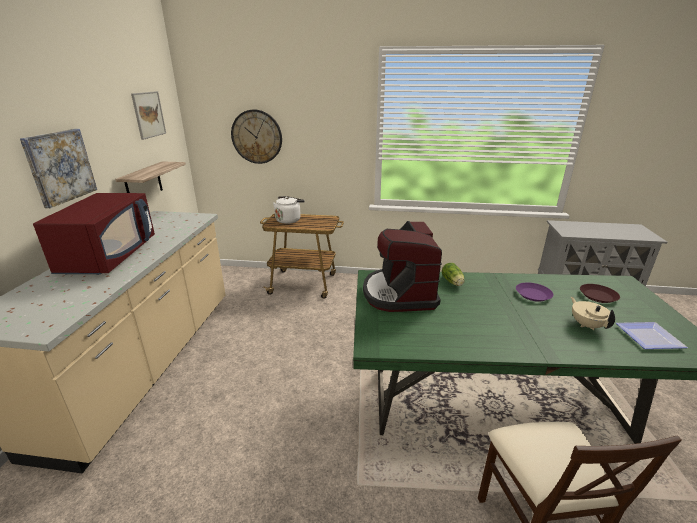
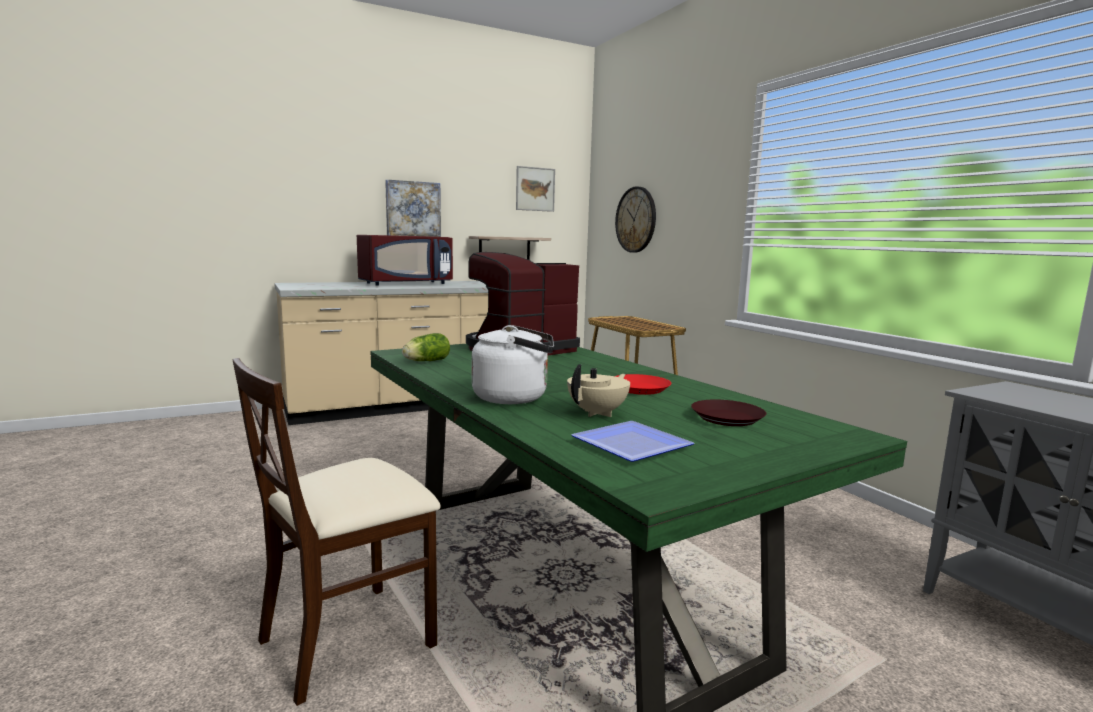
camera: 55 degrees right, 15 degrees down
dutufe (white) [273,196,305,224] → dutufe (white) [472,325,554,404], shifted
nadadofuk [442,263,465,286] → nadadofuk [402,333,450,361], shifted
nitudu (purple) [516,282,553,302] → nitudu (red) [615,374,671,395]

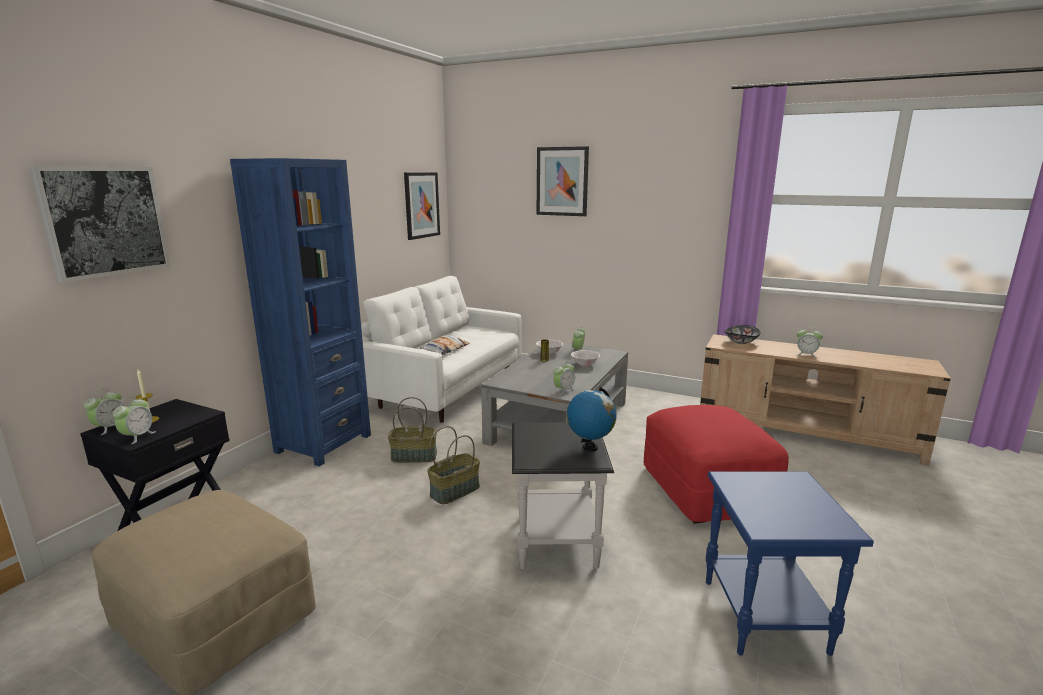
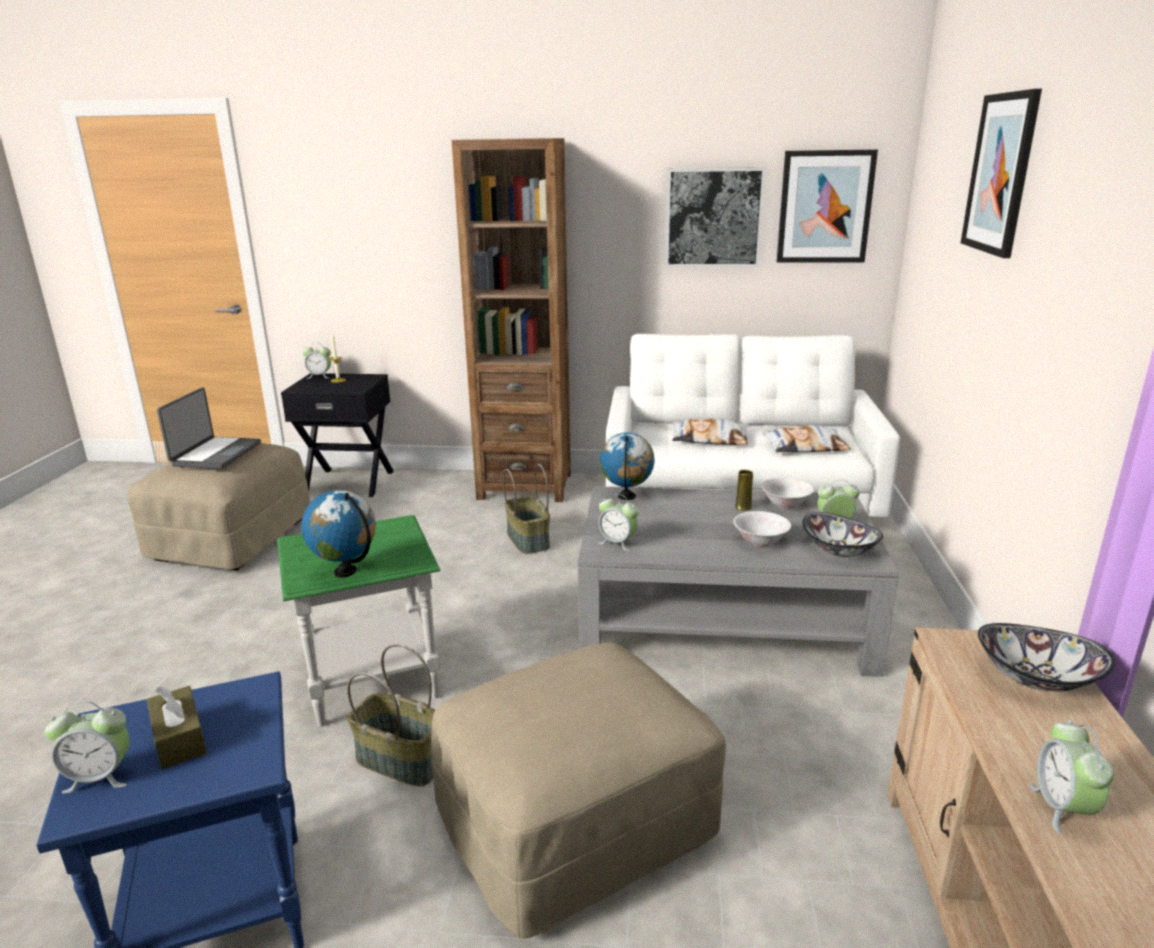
camera: 70 degrees right, 5 degrees up
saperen [29,166,171,282] → saperen [665,167,766,267], shifted
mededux [113,397,156,444] → mededux [45,701,130,793], shifted
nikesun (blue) [230,158,371,466] → nikesun (brown) [452,138,571,502]
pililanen [427,426,480,504] → pililanen [347,644,435,786], shifted
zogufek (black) [512,422,614,569] → zogufek (green) [277,515,441,727]
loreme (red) [644,405,789,524] → loreme (beige) [431,642,726,939]
- → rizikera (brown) [147,686,207,769]
- → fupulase [157,387,261,469]
- → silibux [600,433,655,500]
- → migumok [762,425,851,452]
- → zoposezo [802,512,883,557]

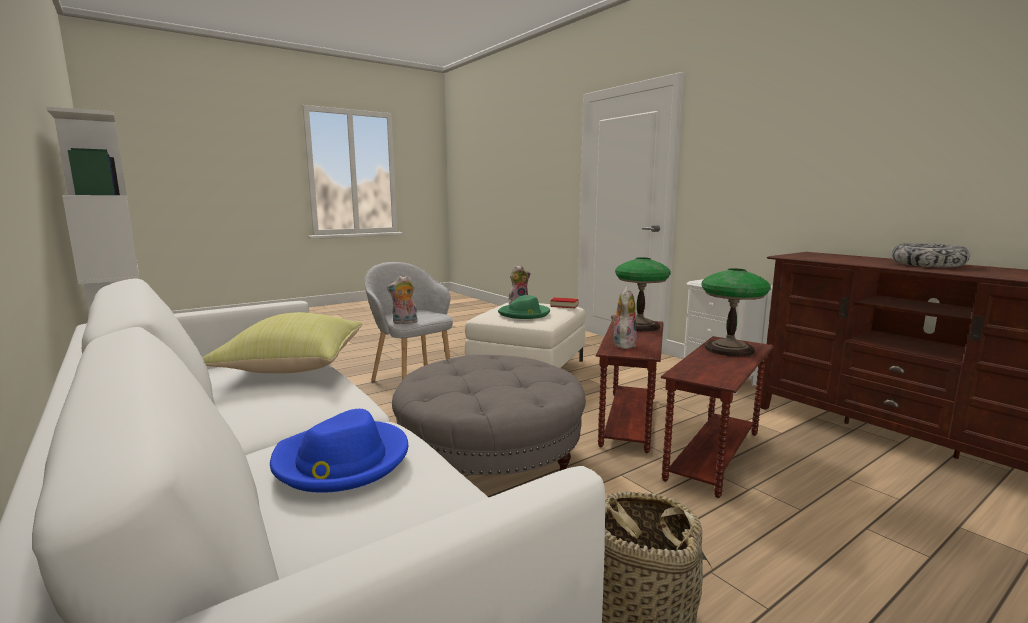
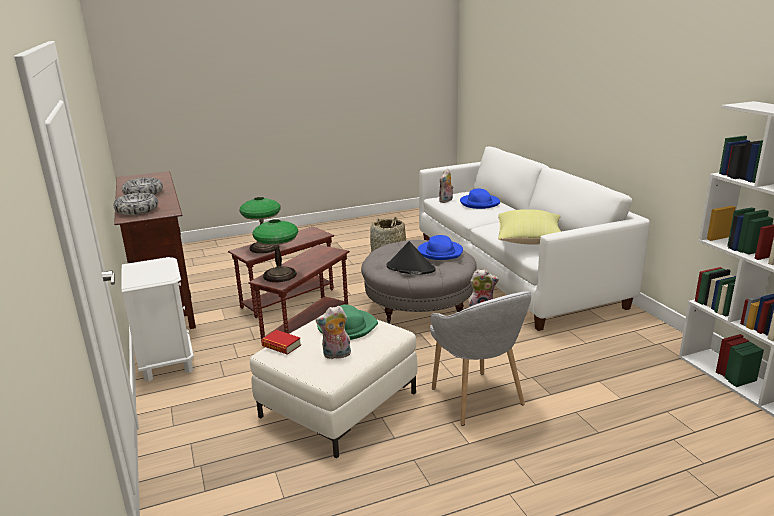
camera: 165 degrees left, 10 degrees up
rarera [611,287,637,349] → rarera [439,169,453,203], shifted
- → zoposezo [114,193,158,215]
- → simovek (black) [387,241,436,274]
- → simovek (blue) [418,235,463,260]

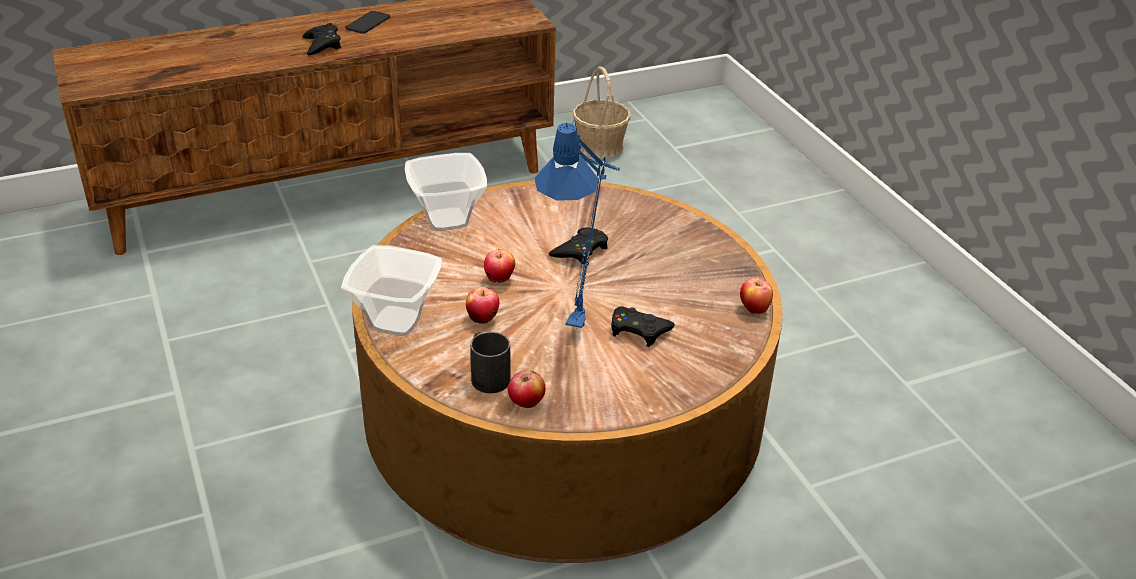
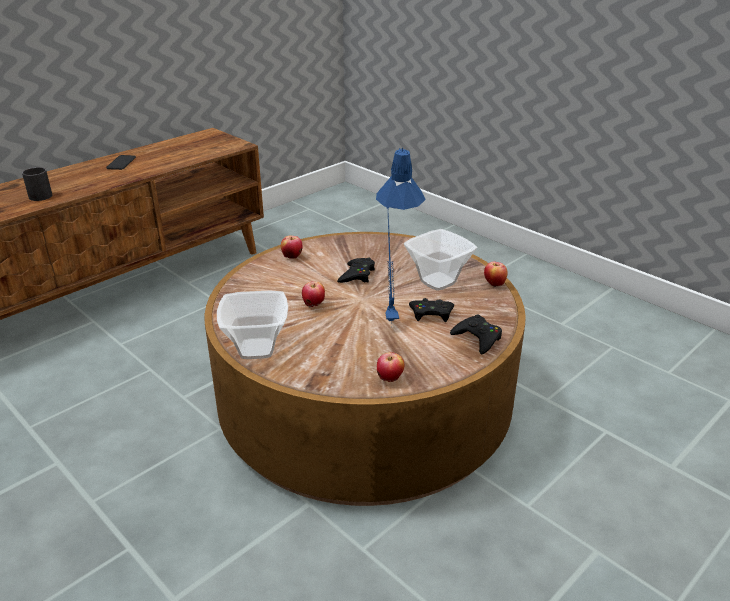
camera: 20 degrees left, 5 degrees down
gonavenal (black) [303,23,341,55] → gonavenal (black) [450,314,502,354], shifted
zoposezo [405,153,487,231] → zoposezo [404,229,477,291], shifted
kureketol [466,287,499,324] → kureketol [281,236,303,259], shifted
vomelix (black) [470,332,510,393] → vomelix (black) [22,167,52,201], shifted
pililanen [572,66,631,158] → -

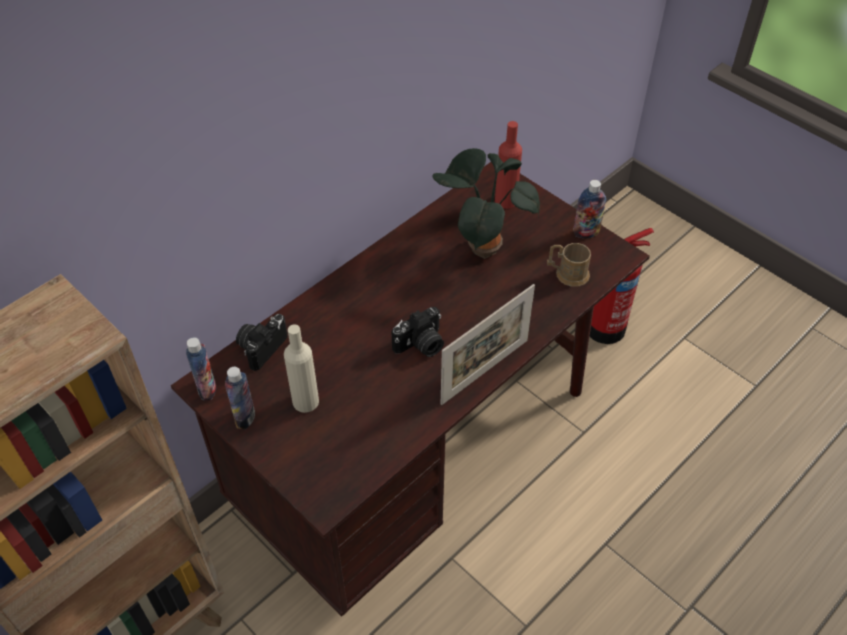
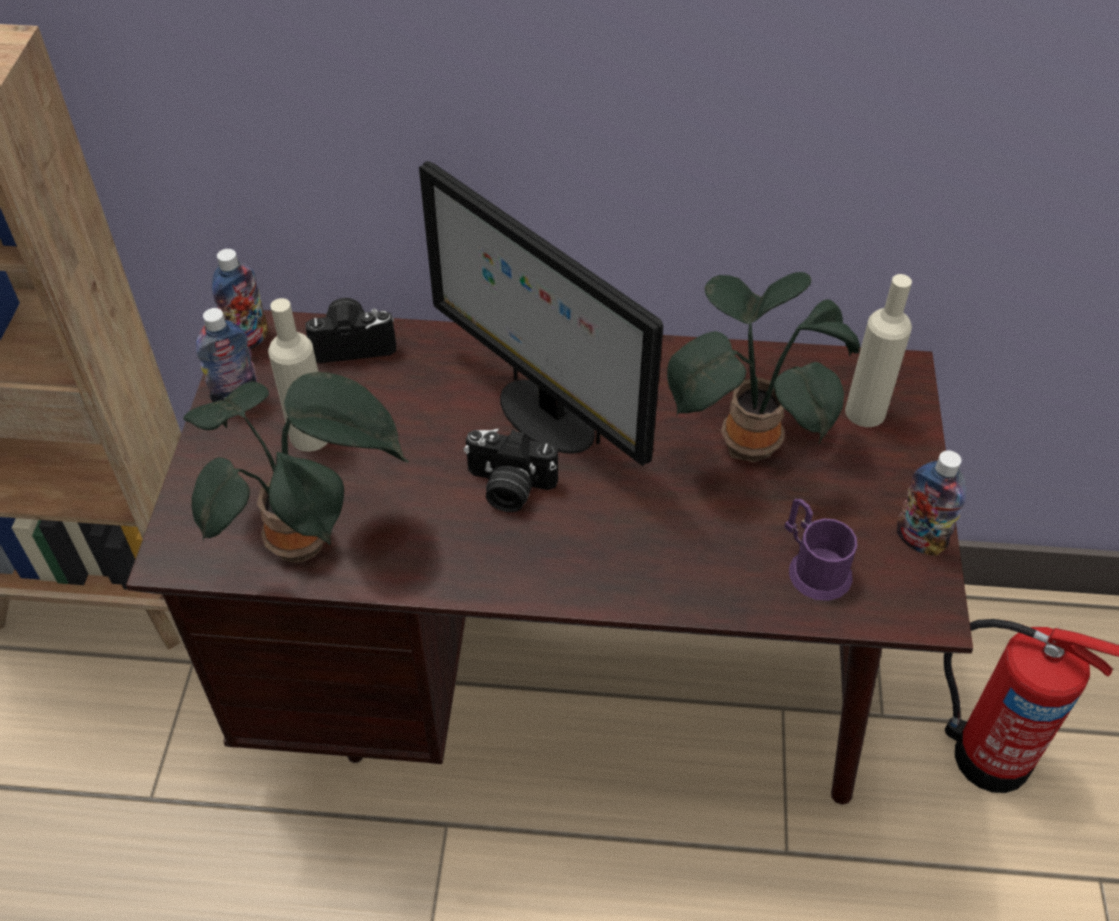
camera: 50 degrees right, 0 degrees up
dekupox [441,284,535,405] → -
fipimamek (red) [495,121,522,209] → fipimamek (beige) [845,274,912,427]
vomelix (brown) [547,243,591,287] → vomelix (purple) [784,499,857,601]
- → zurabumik [184,372,409,563]
- → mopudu [419,161,663,466]

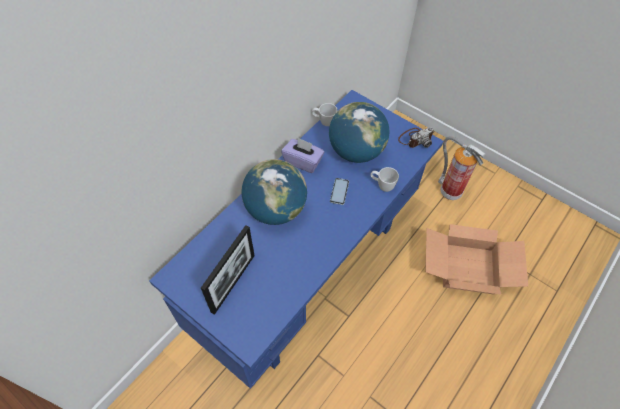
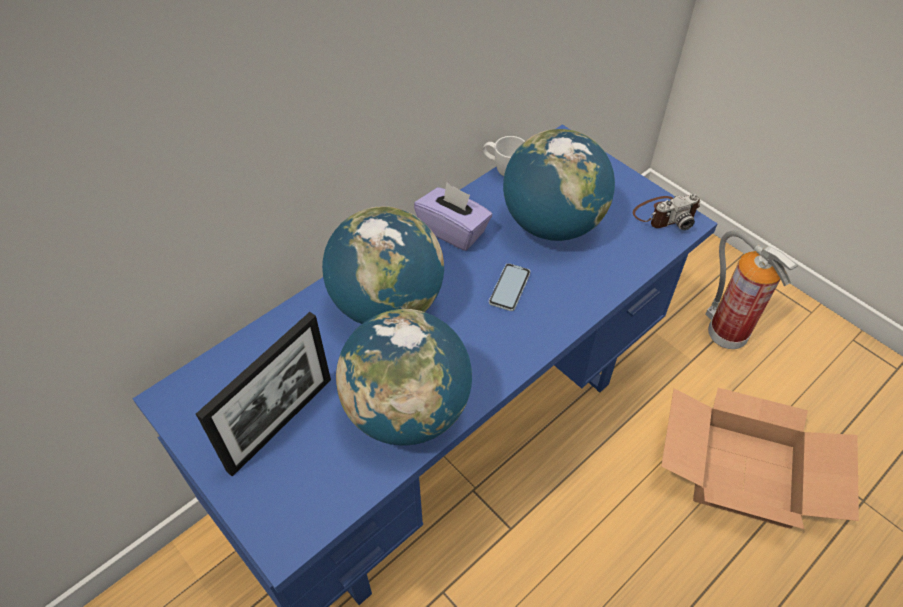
camera: 10 degrees right, 5 degrees down
vomelix (white) [371,167,399,192] → -
- → silibux [336,309,472,446]

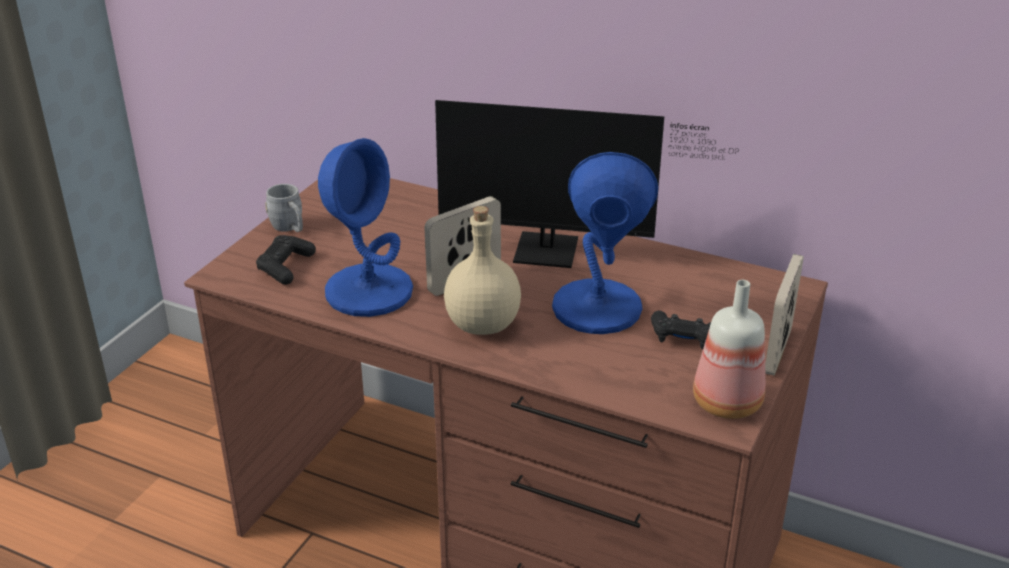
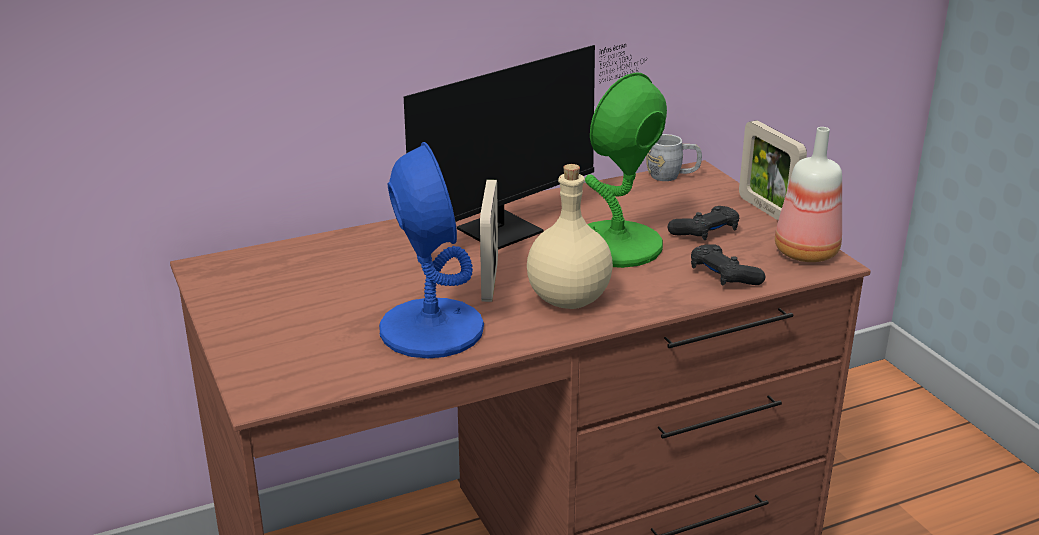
camera: 50 degrees left, 5 degrees down
gonavenal (black) [256,235,316,285] → gonavenal (black) [691,244,765,285], shifted
vomelix (grey) [265,184,303,232] → vomelix (grey) [646,134,702,181], shifted
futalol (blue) [552,152,658,334] → futalol (green) [585,72,667,268]

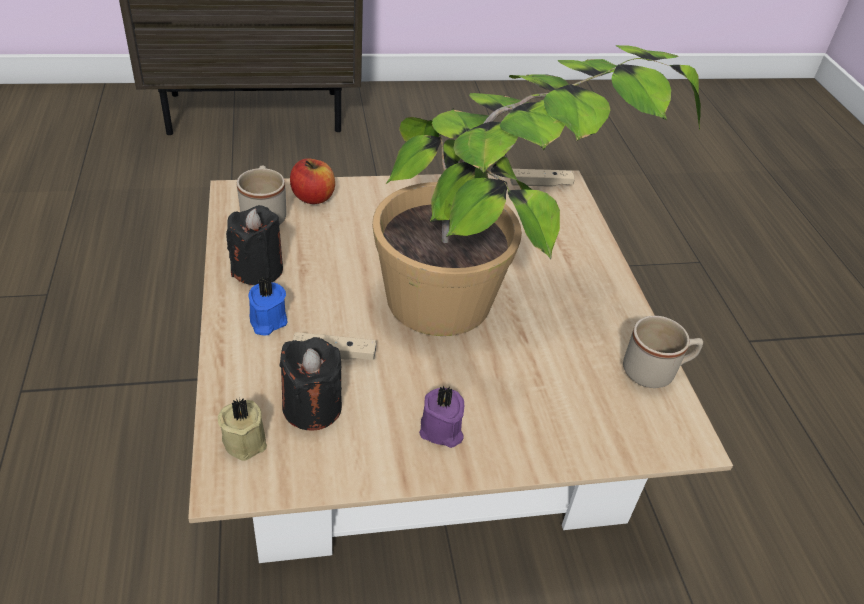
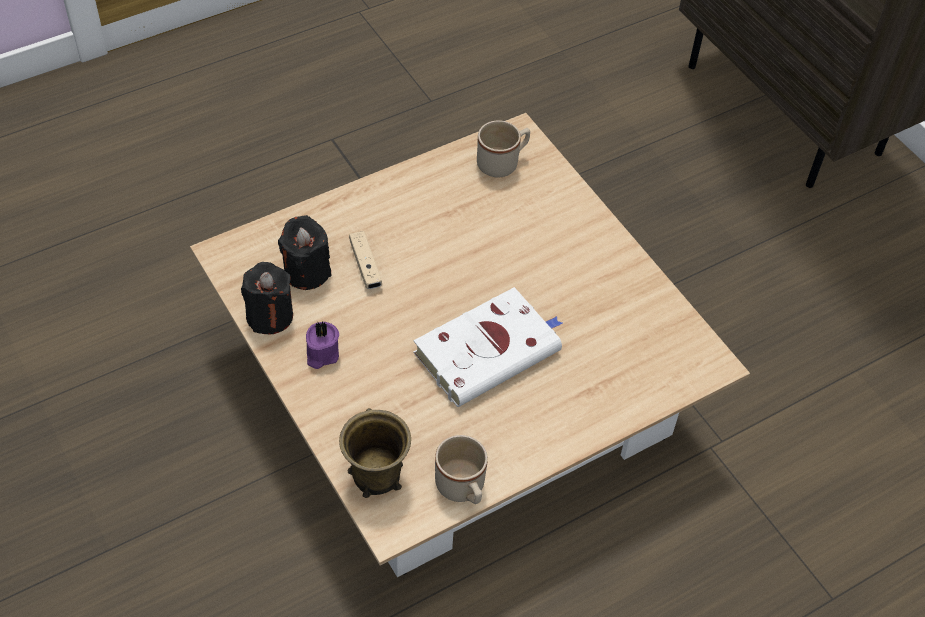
camera: 70 degrees right, 10 degrees up
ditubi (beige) [218,398,267,461] → -
ditubi (black) [226,205,283,285] → ditubi (black) [241,262,293,335], shifted
ditubi (blue) [249,277,287,336] → -
kureketol [290,158,335,204] → -
zurabumik [372,45,701,336] → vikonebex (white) [413,287,562,407]
gonavenal (beige) [510,169,575,187] → -
- → vomelix (brown) [339,408,411,498]

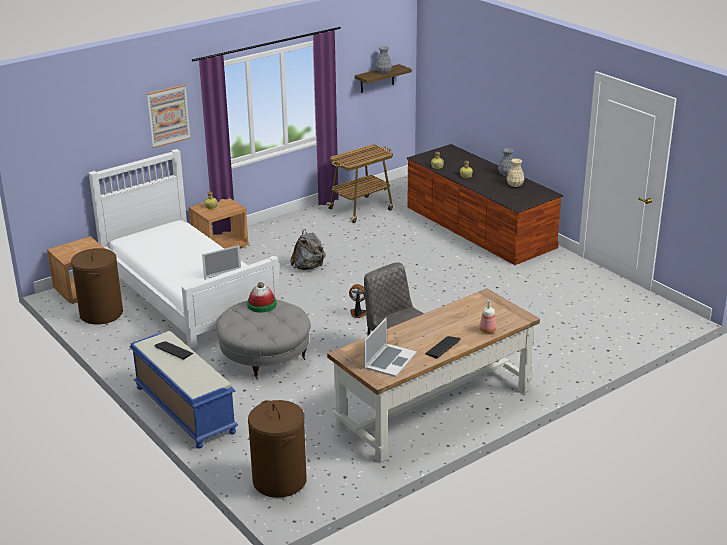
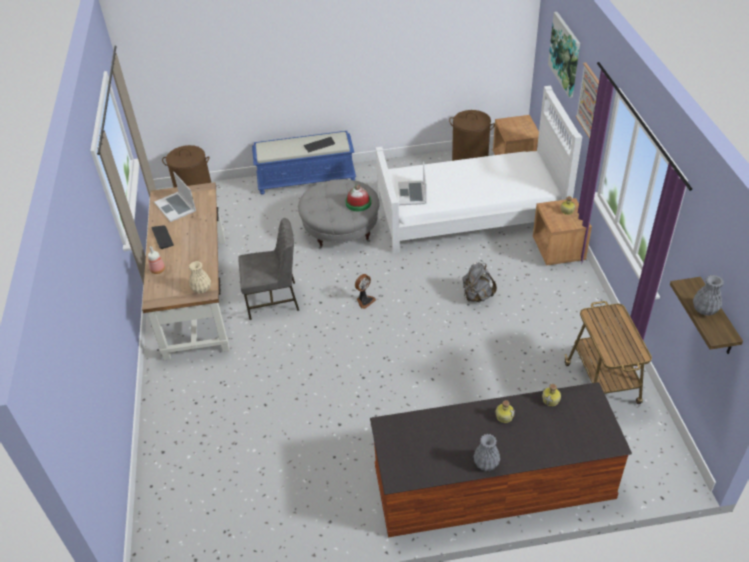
camera: 120 degrees right, 15 degrees up
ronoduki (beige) [506,159,524,187] → ronoduki (beige) [189,261,211,294], shifted
- → saperen [548,12,580,98]

